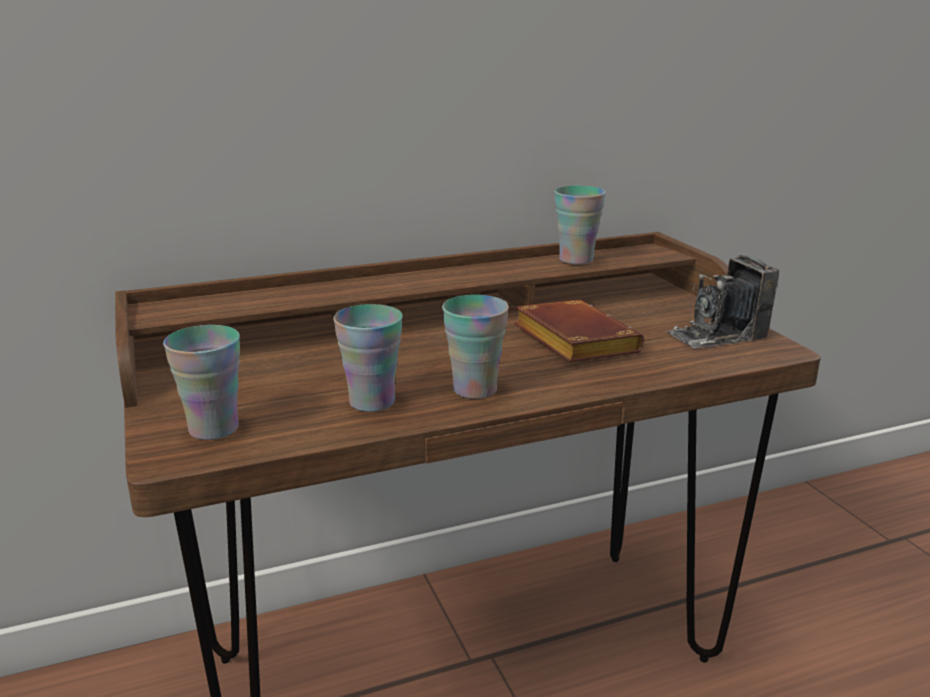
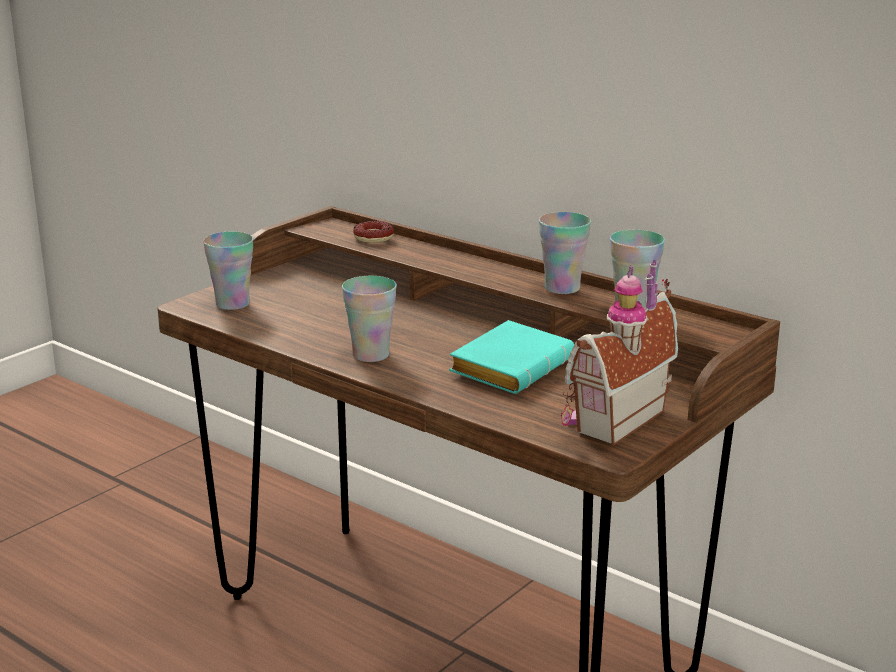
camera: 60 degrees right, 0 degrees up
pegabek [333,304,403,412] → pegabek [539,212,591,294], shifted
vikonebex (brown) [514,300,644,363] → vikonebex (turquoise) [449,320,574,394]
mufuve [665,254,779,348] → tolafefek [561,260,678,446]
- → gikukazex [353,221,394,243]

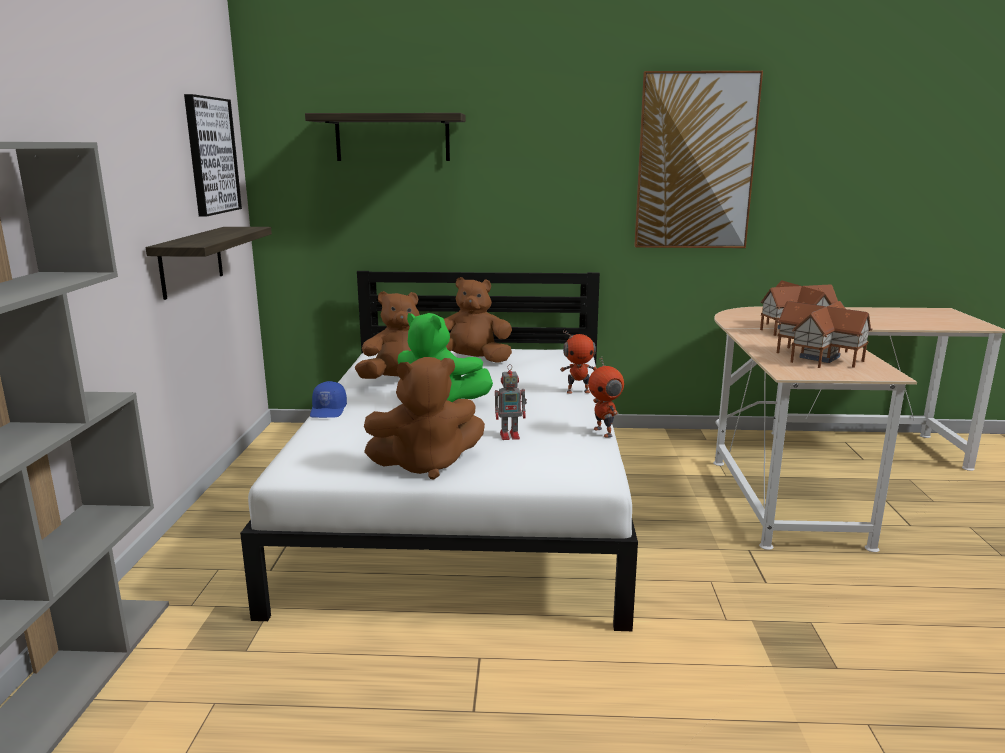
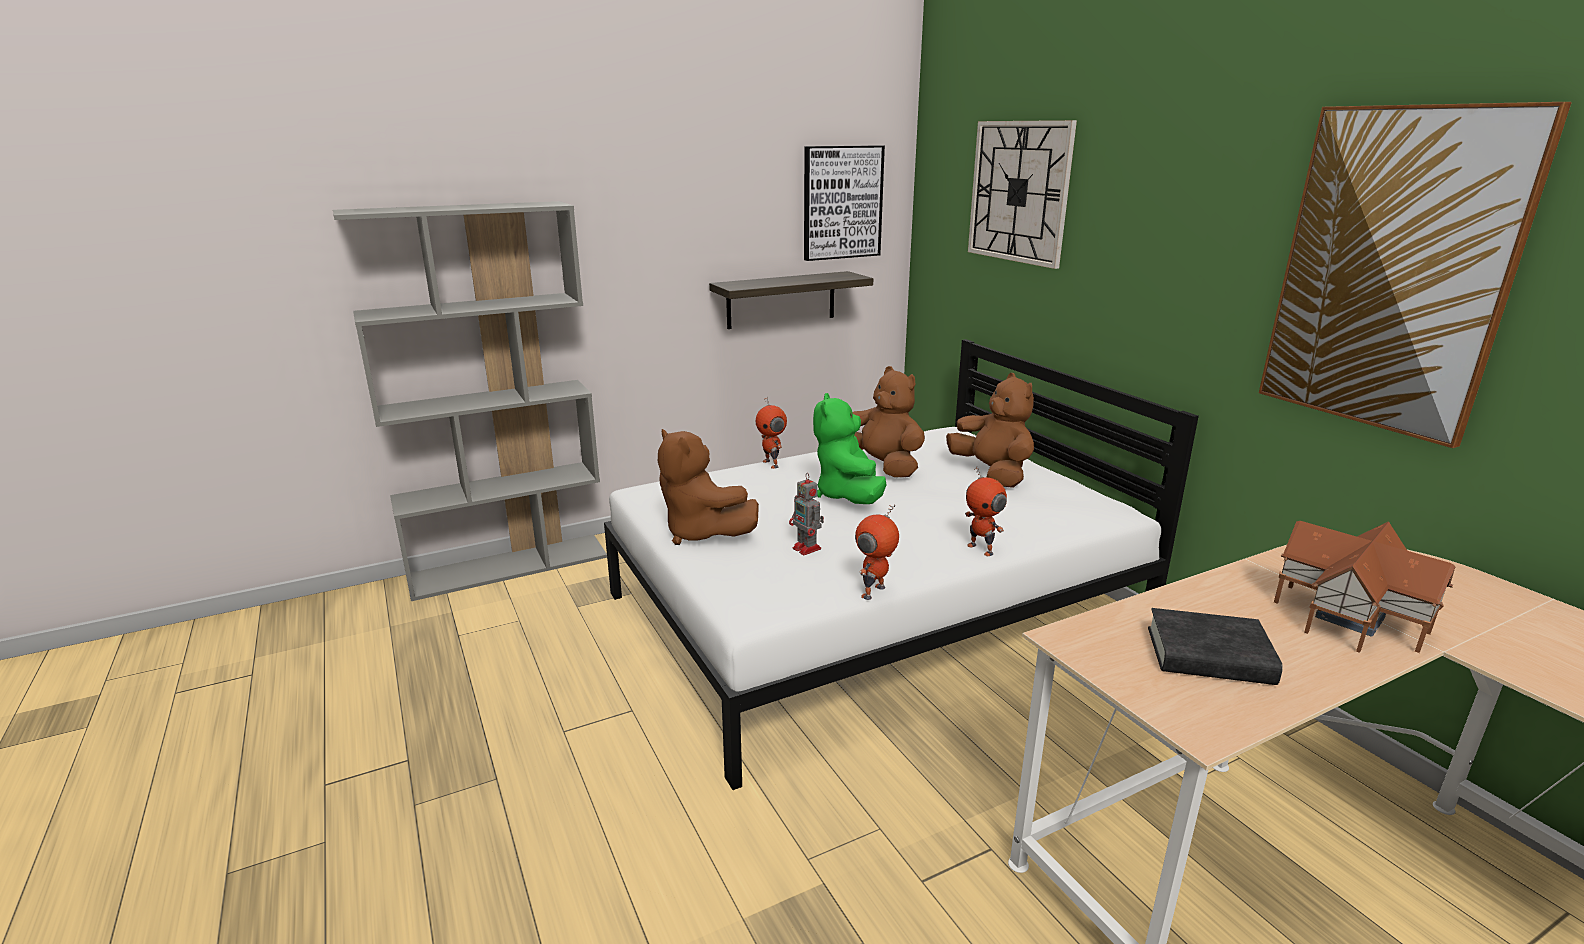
camera: 60 degrees right, 5 degrees up
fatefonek [305,113,466,161] → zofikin [968,120,1077,269]
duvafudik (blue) [310,381,347,418] → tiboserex [756,397,787,469]
tolafefek [777,301,872,368] → vikonebex (black) [1148,608,1283,685]

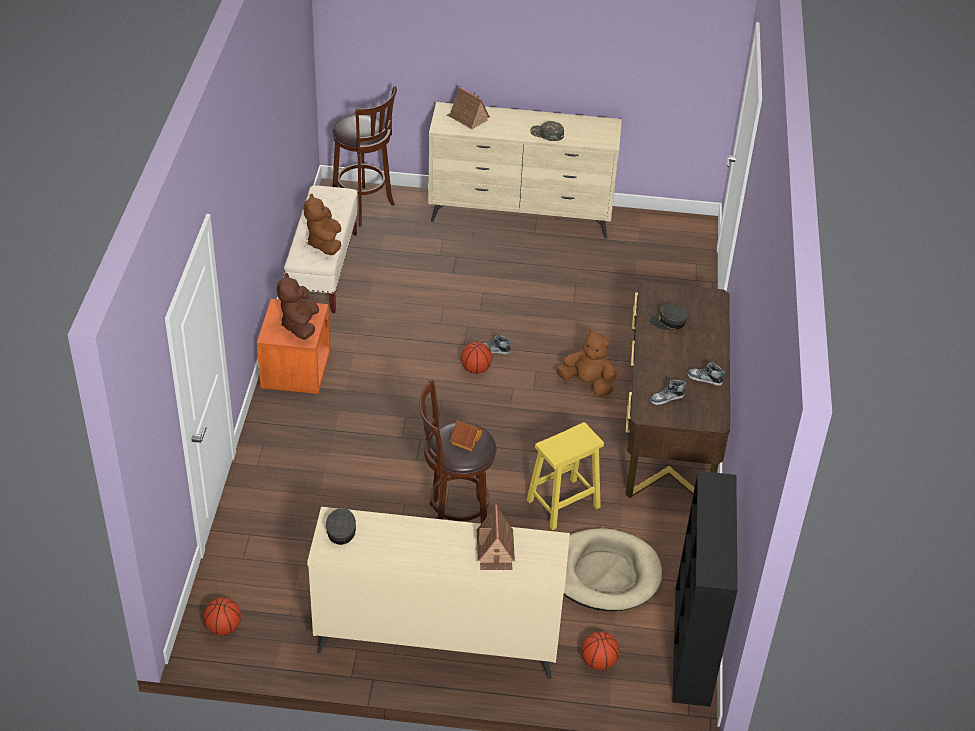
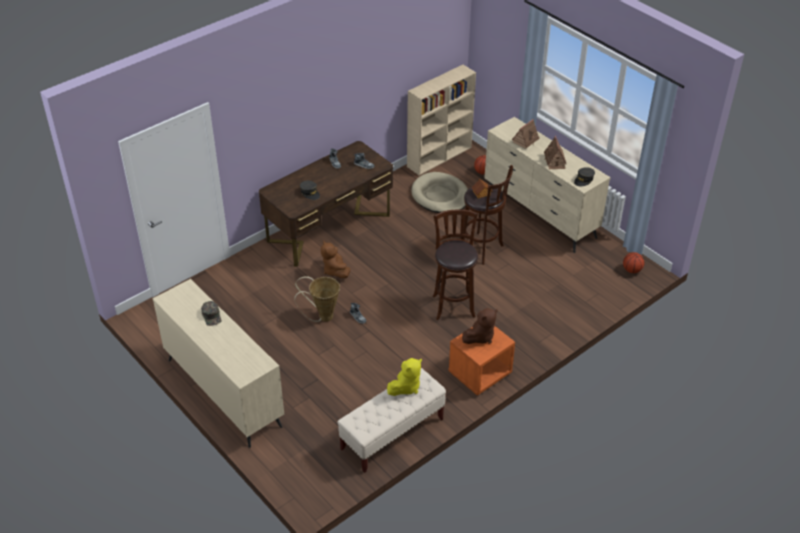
camera: 135 degrees left, 0 degrees up
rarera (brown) [304,194,341,255] → rarera (yellow) [387,358,422,396]
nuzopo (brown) [333,86,397,226] → nuzopo (brown) [433,209,478,320], shifted
tolafefek [447,87,490,130] → tolafefek [544,136,566,169], shifted
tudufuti [461,342,492,374] → -
nuzopo (yellow) [526,422,604,530] → -
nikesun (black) [672,471,738,707] → nikesun (beige) [407,65,476,175]
- → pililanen [294,276,340,322]

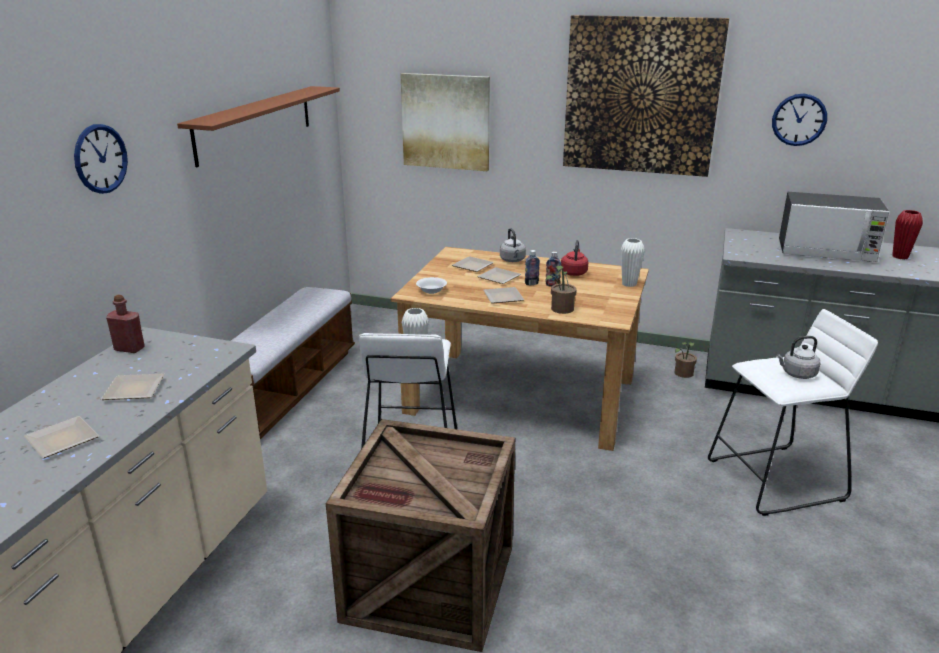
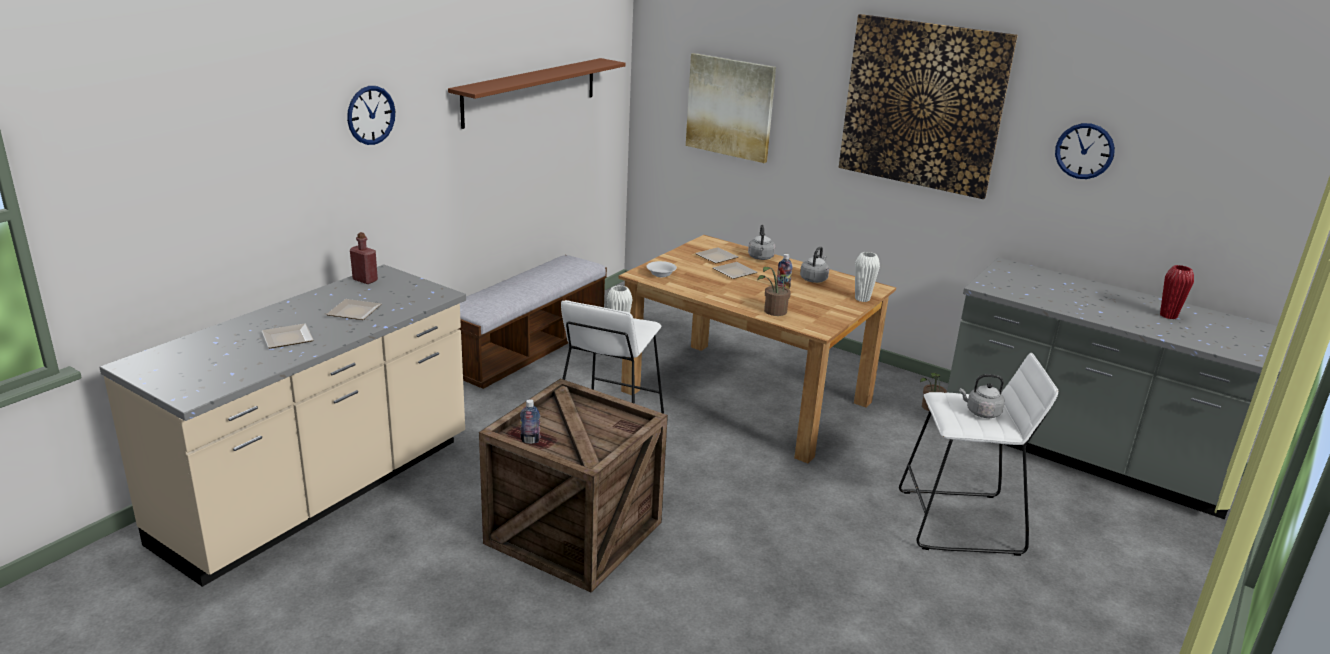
camera: 15 degrees right, 0 degrees up
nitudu [484,287,524,303] → -
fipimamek [525,250,540,285] → fipimamek [520,399,540,444], shifted
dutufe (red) [561,240,588,276] → dutufe (grey) [800,246,829,283]
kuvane [779,192,889,262] → -

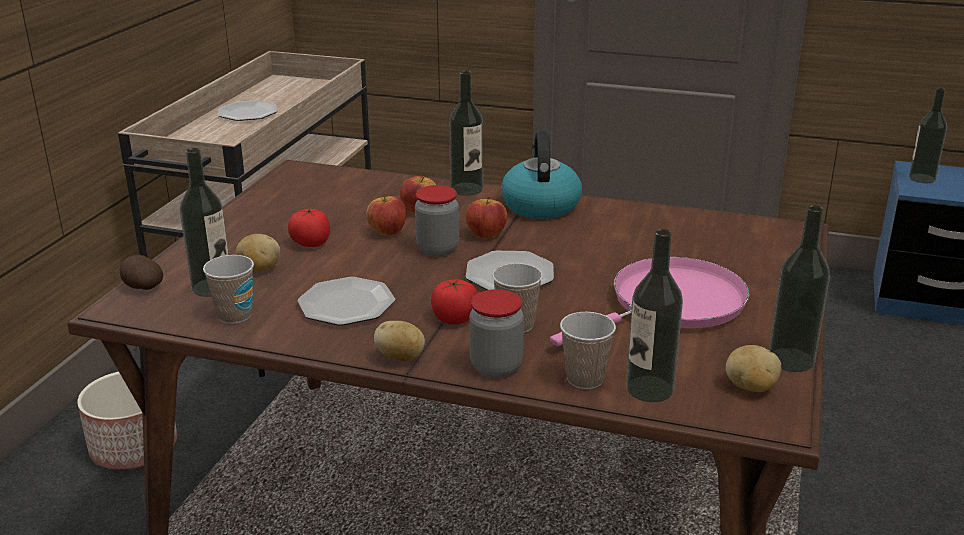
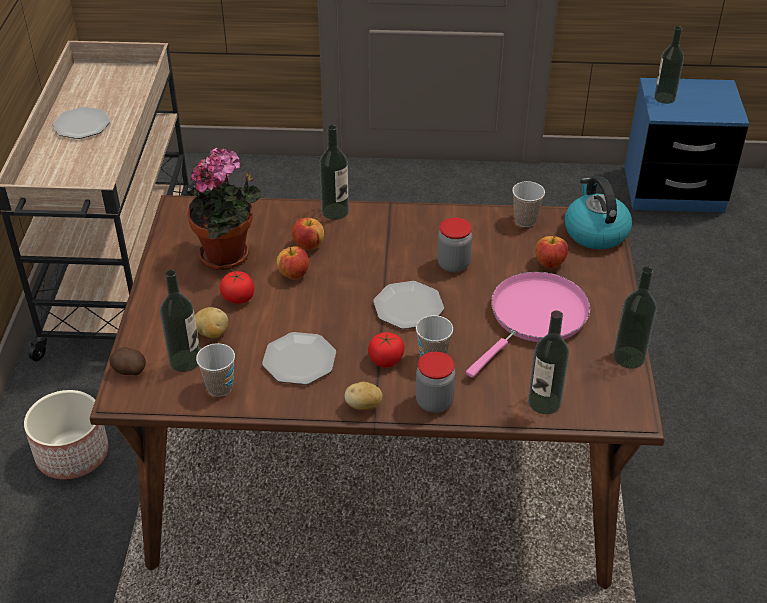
camera: 15 degrees left, 15 degrees up
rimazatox [415,185,459,257] → rimazatox [437,218,472,272], shifted
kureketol [465,196,507,239] → kureketol [535,236,568,268], shifted
dutufe [501,131,582,219] → dutufe [565,176,632,249], shifted
pegabek [560,312,616,389] → pegabek [512,181,545,227], shifted
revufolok [726,345,781,392] → -
- → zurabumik [187,148,261,270]

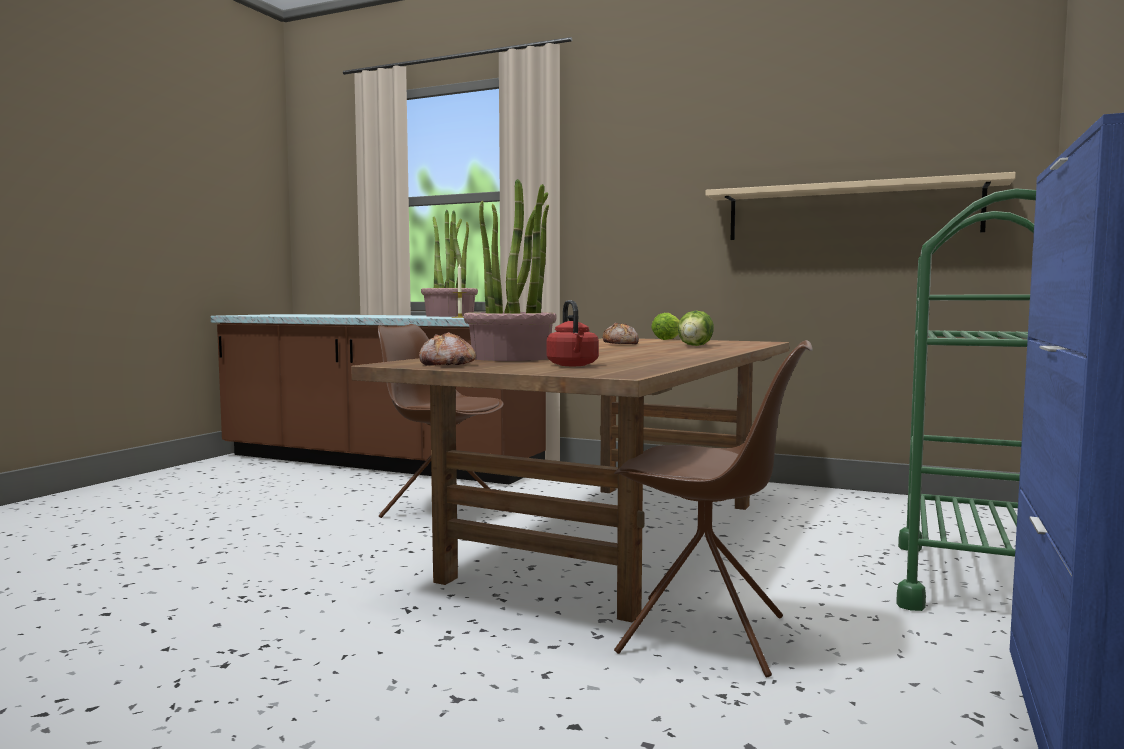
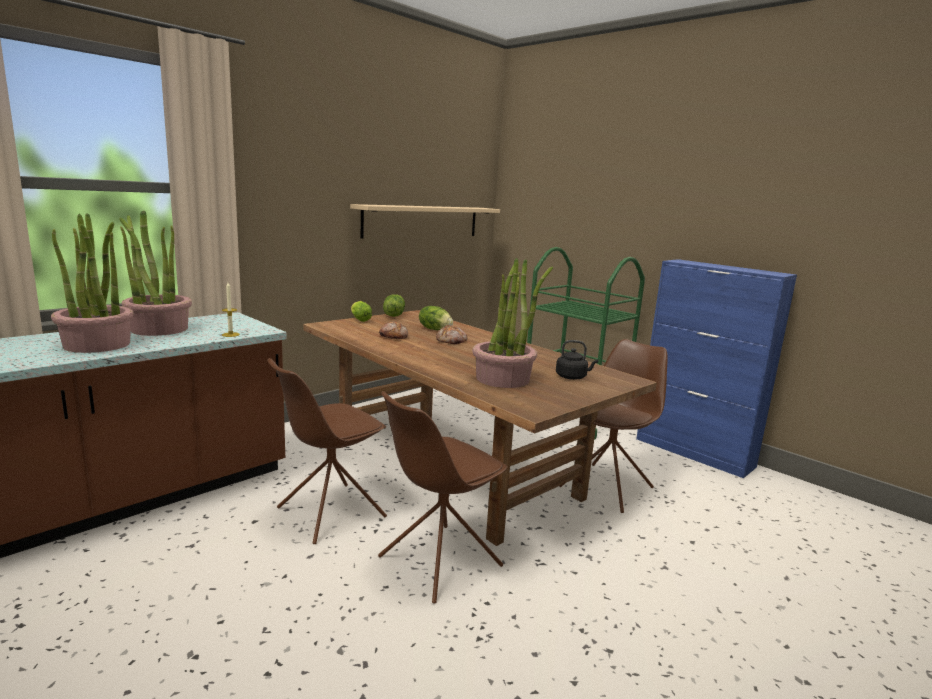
camera: 70 degrees left, 10 degrees up
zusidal [419,332,476,366] → zusidal [436,325,467,344], shifted
dutufe (red) [546,300,599,366] → dutufe (black) [556,340,599,380]
- → zurabumik [51,213,134,353]
- → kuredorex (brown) [378,391,508,603]
- → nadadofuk [383,294,405,317]

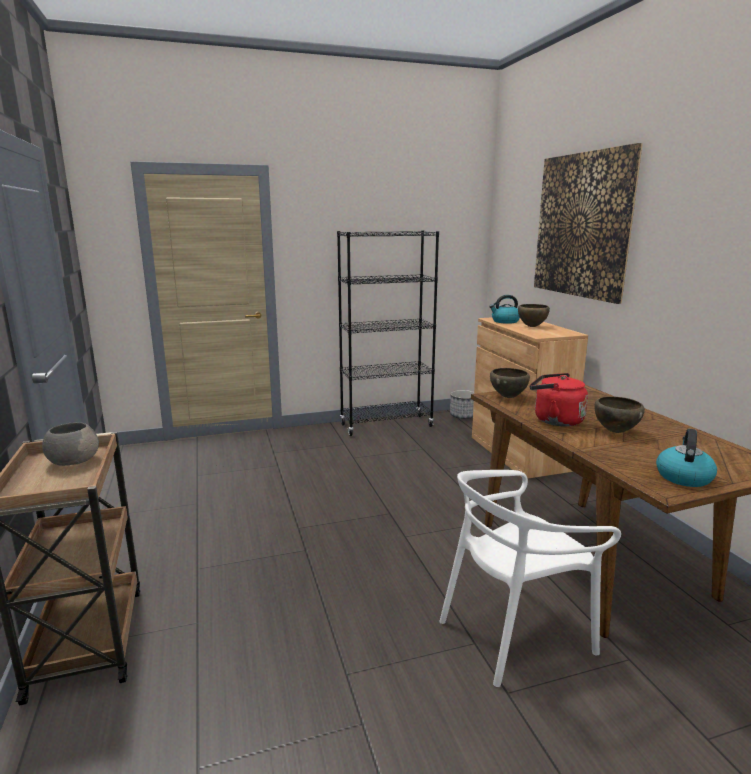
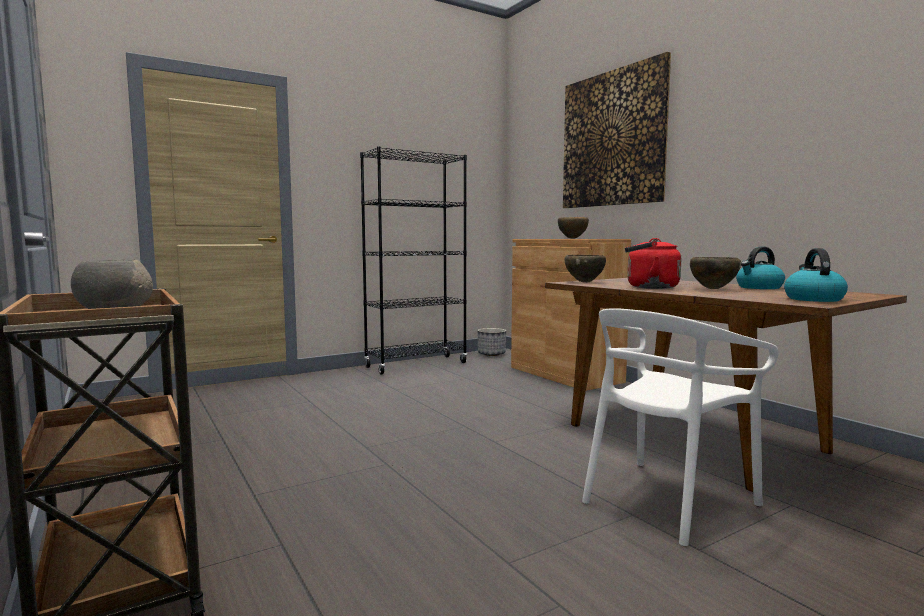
camera: 15 degrees left, 10 degrees down
dutufe [489,295,520,324] → dutufe [736,247,785,289], shifted

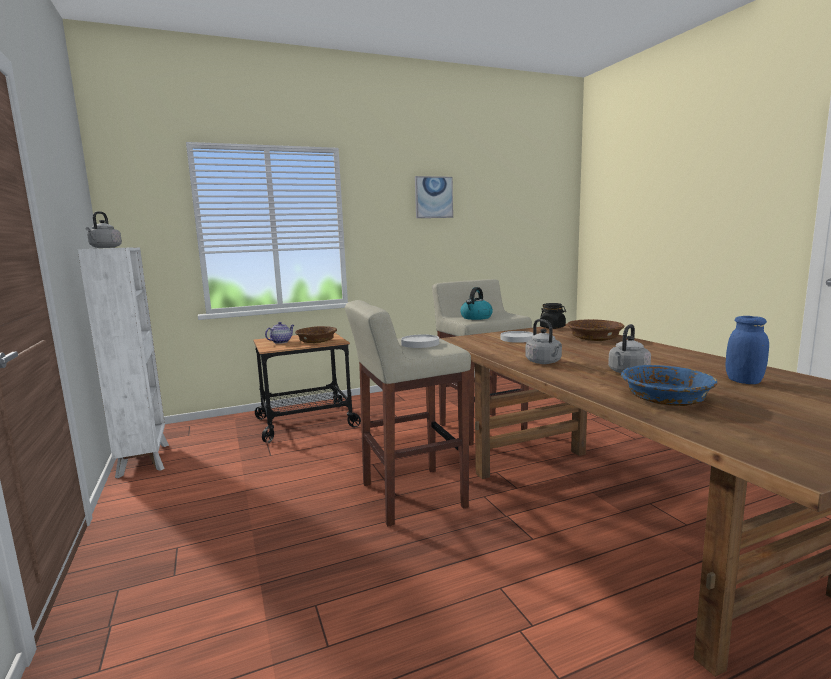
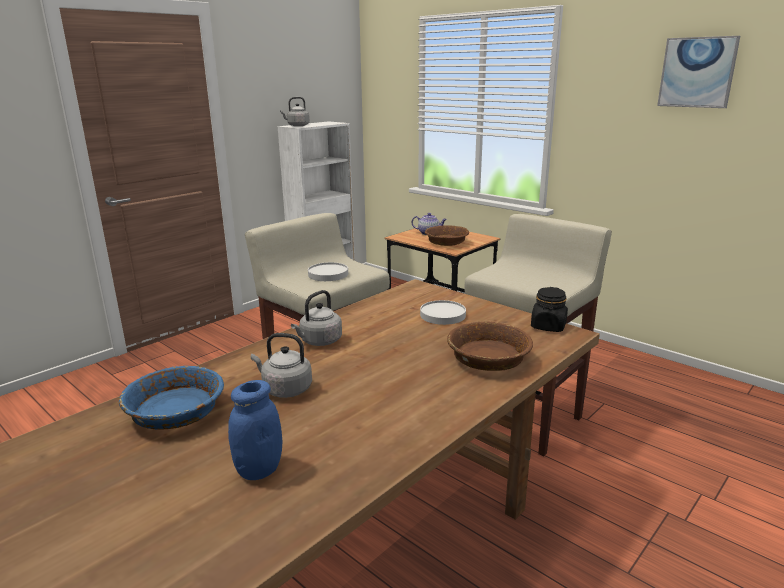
camera: 65 degrees right, 10 degrees up
dutufe [460,287,493,320] → -

